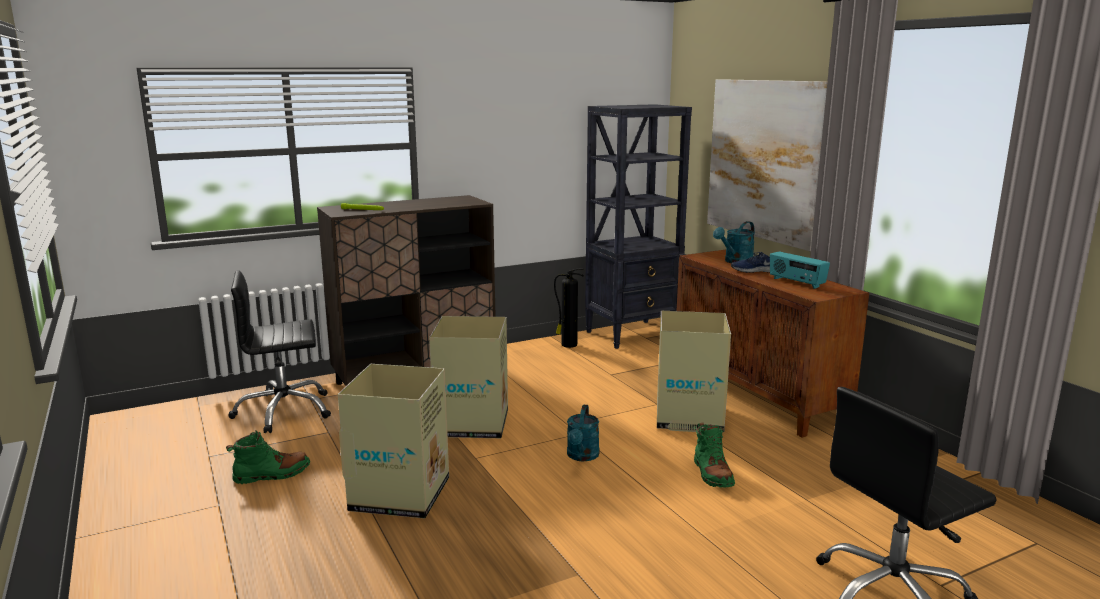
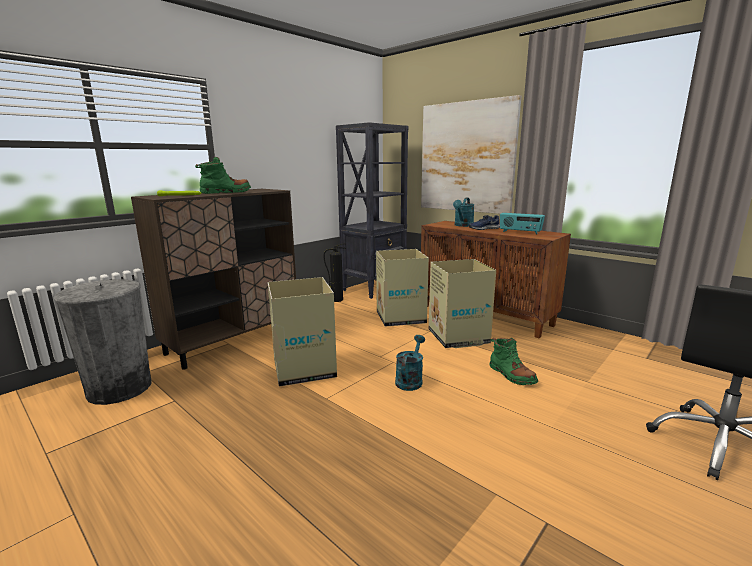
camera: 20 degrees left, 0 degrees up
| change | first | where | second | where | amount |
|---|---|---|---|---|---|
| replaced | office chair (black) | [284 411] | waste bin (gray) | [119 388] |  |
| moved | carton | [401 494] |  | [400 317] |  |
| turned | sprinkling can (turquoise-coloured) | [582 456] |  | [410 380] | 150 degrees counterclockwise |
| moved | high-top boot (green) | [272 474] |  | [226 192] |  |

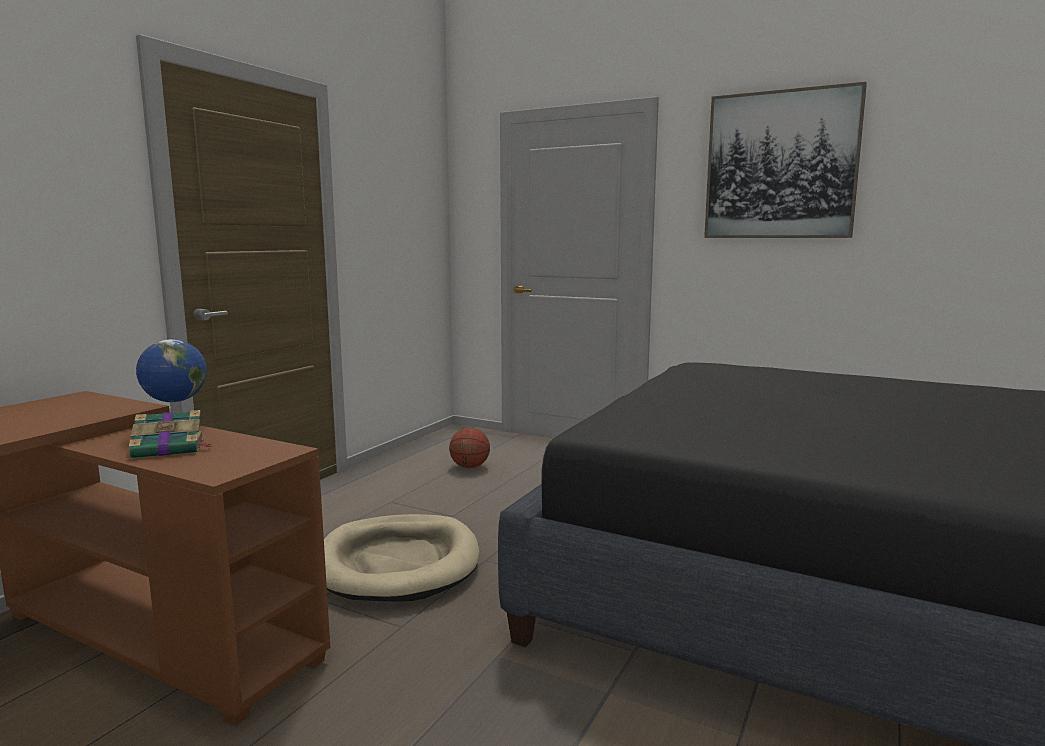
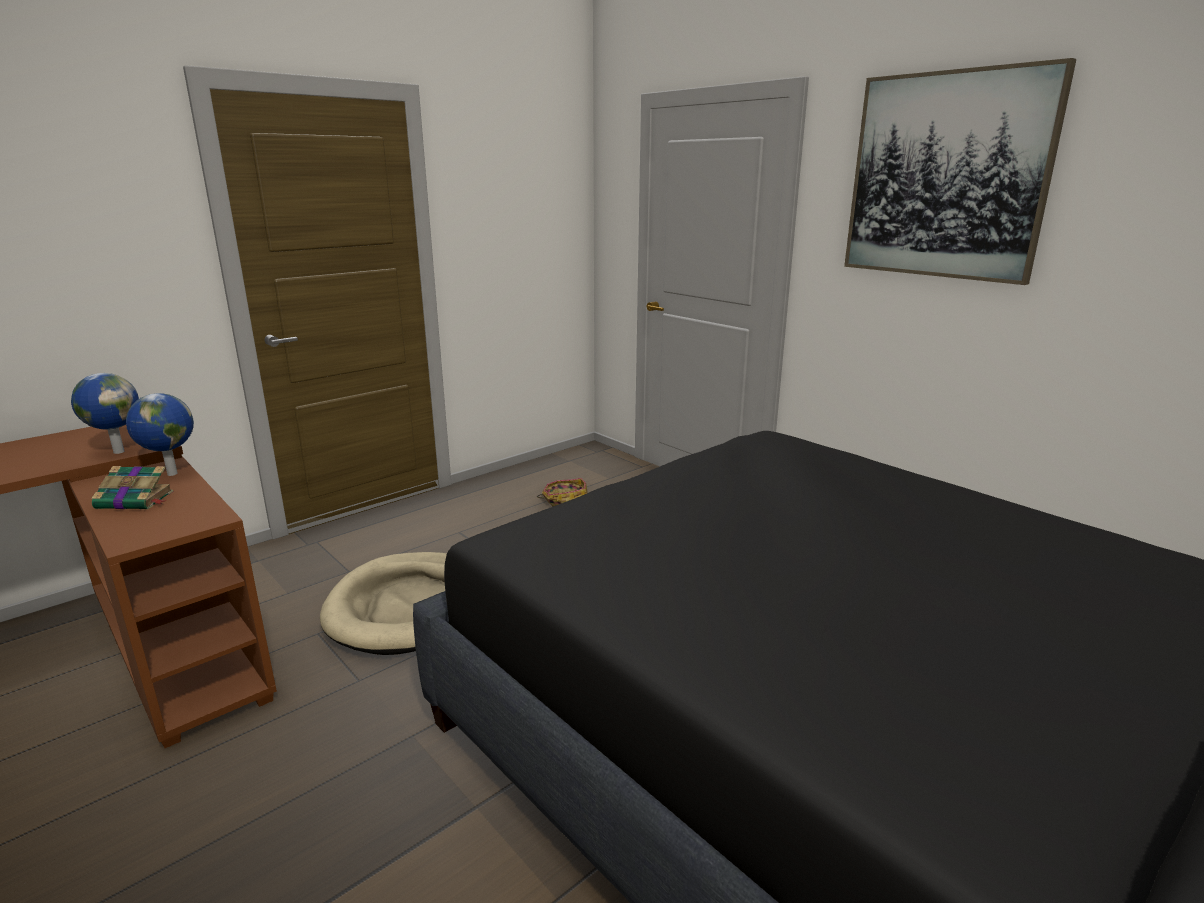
camera: 20 degrees right, 10 degrees up
| change | first | where | second | where | amount |
|---|---|---|---|---|---|
| replaced | ball for basketball | [469 467] | storage basket | [565 500] |  |
| added |  |  | globe | [118 451] |  |

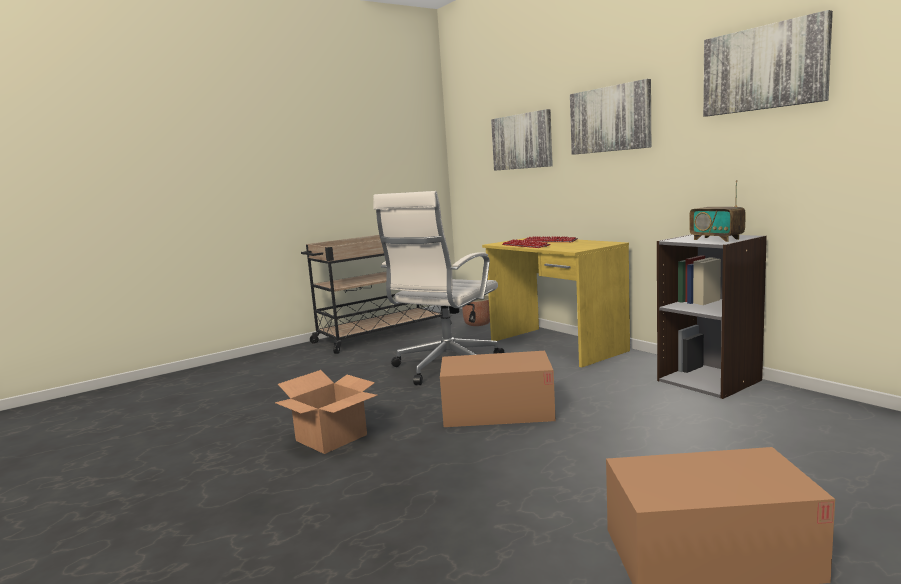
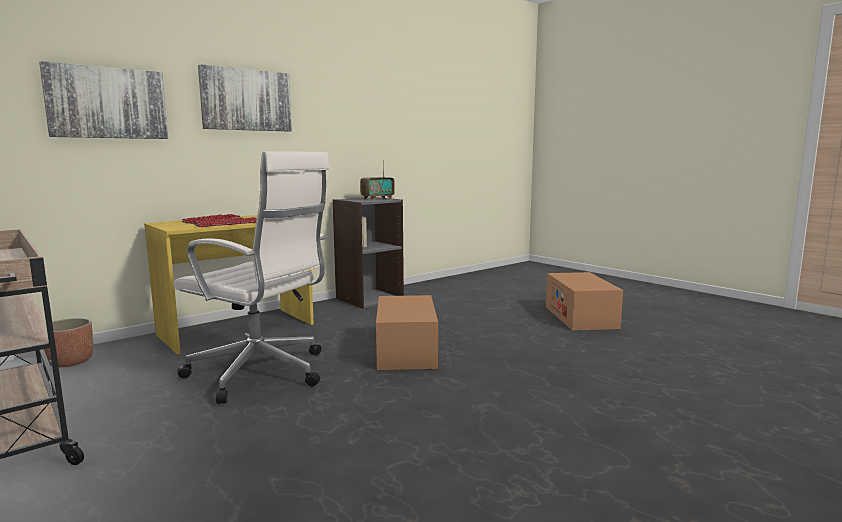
camera: 95 degrees left, 0 degrees up
| change | first | where | second | where | amount |
|---|---|---|---|---|---|
| removed | picture | [764 68] |  |  |  |
| removed | carton | [332 437] |  |  |  |

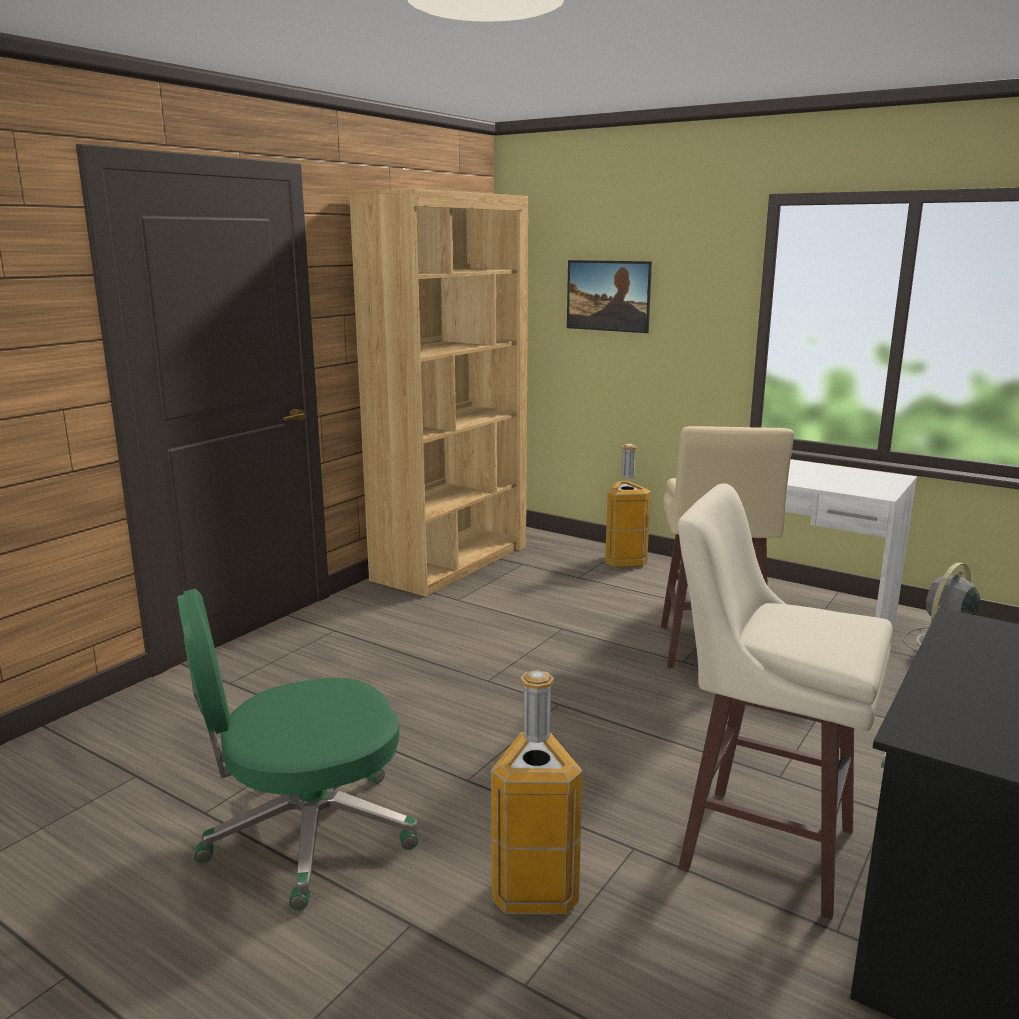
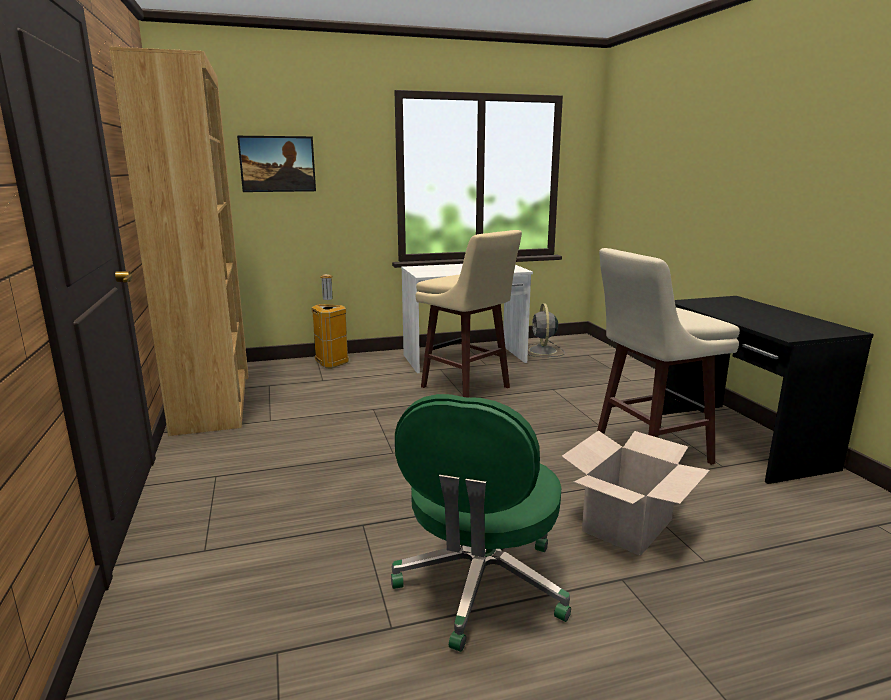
camera: 50 degrees left, 0 degrees up
| change | first | where | second | where | amount |
|---|---|---|---|---|---|
| replaced | waste bin | [535 889] | carton | [626 525] |  |

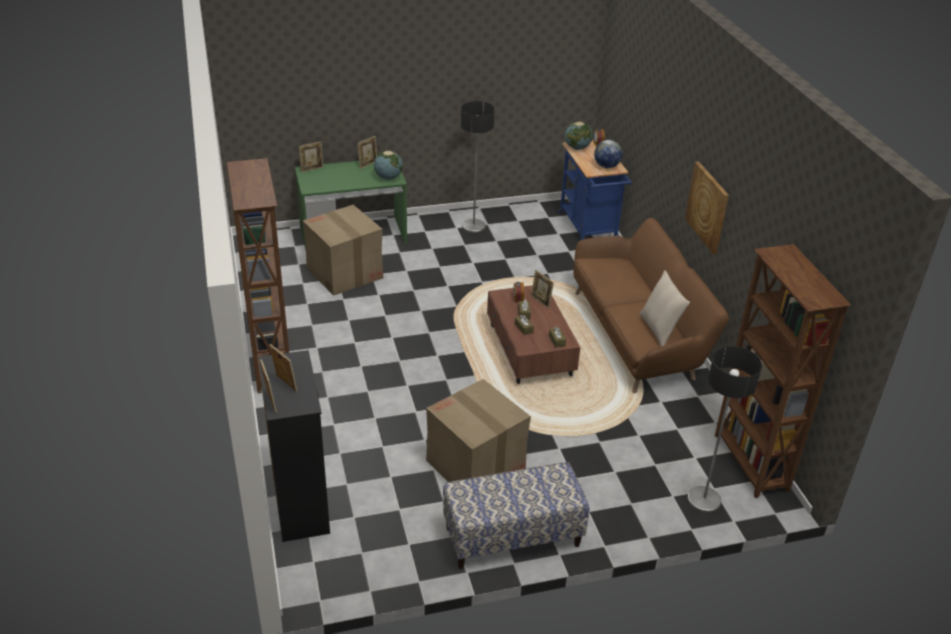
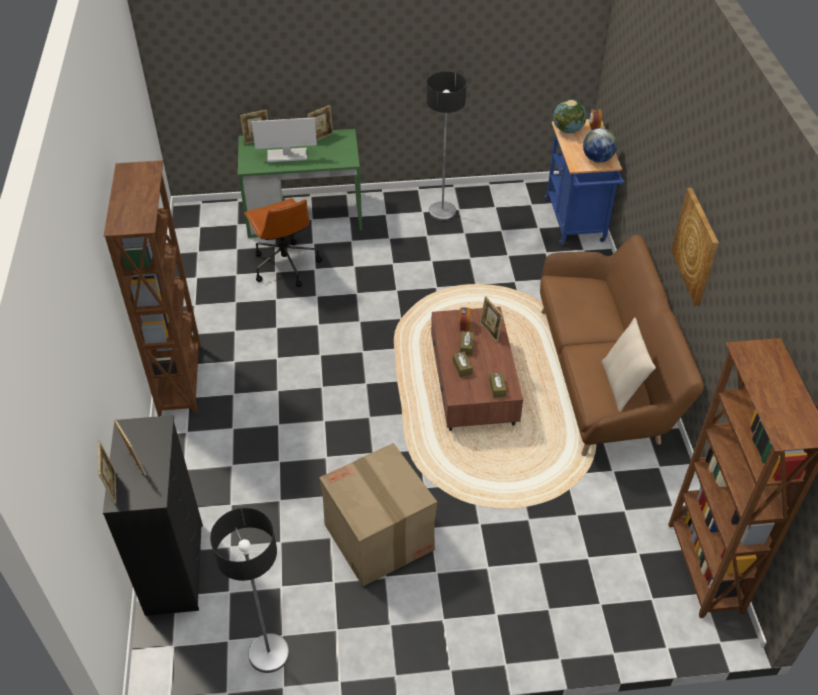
camera: 10 degrees right, 10 degrees up
| change | first | where | second | where | amount |
|---|---|---|---|---|---|
| removed | globe | [388 177] |  |  |  |
| replaced | carton | [345 273] | office chair (brown-coloured) | [285 265] |  |
| moved | floor lamp | [703 499] |  | [269 653] |  |
| removed | long seat | [512 537] |  |  |  |
| added |  |  | computer display | [286 155] |  |

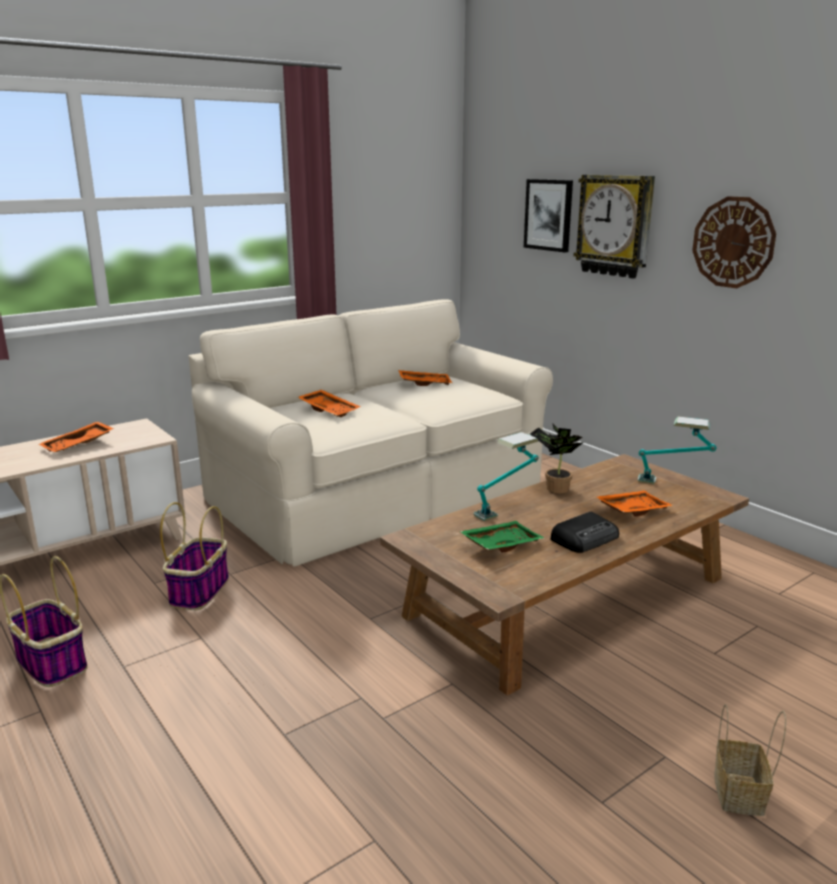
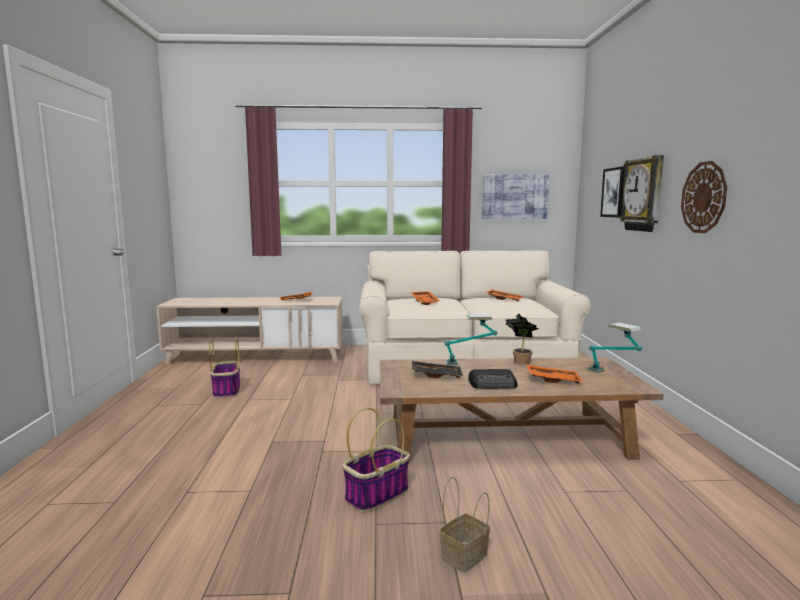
camera: 35 degrees right, 10 degrees down
| change | first | where | second | where | amount |
|---|---|---|---|---|---|
| moved | storage basket | [200 590] |  | [377 494] |  |
| recoloured | serving tray (green) | [500 544] | serving tray (black) | [436 375] |  |
| added |  |  | picture | [515 196] |  |

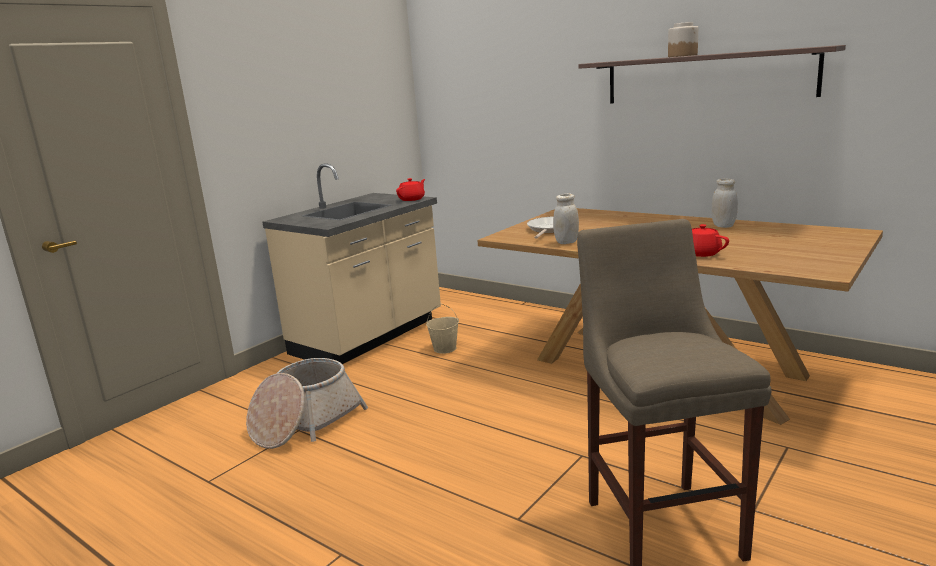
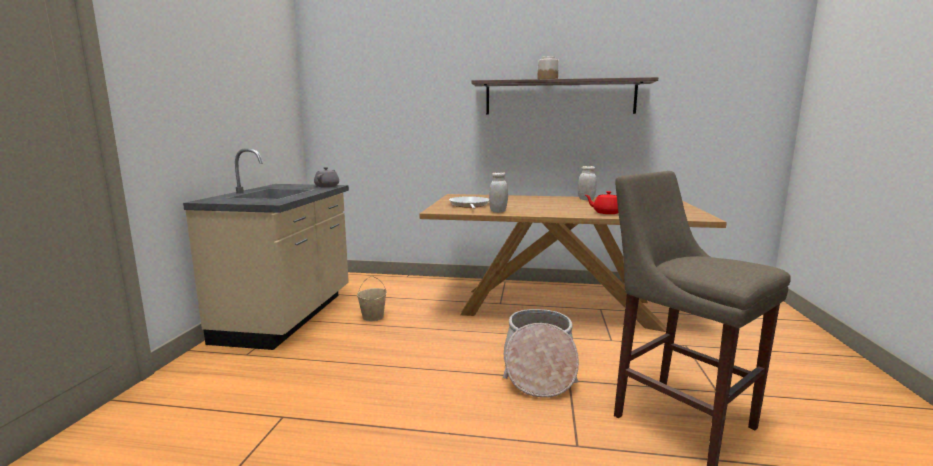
camera: 30 degrees left, 5 degrees down
| change | first | where | second | where | amount |
|---|---|---|---|---|---|
| recoloured | pot for tea (red-coloured) | [412 199] | pot for tea (gray) | [327 186] |  |
| moved | storage basket | [305 422] |  | [538 370] |  |

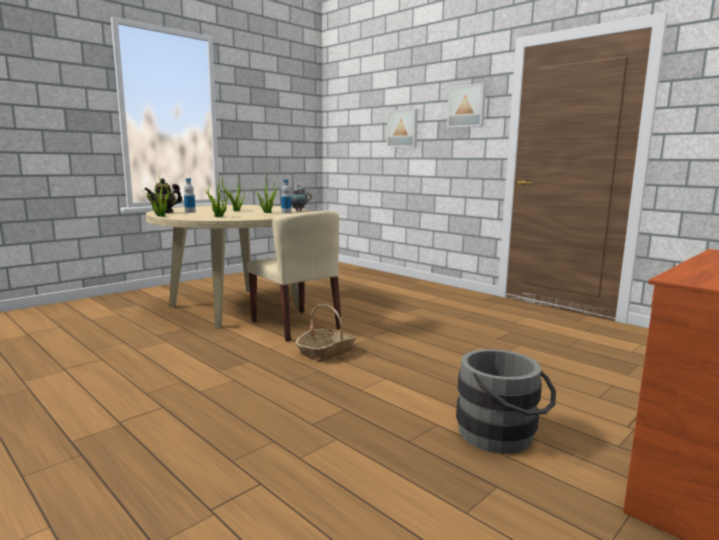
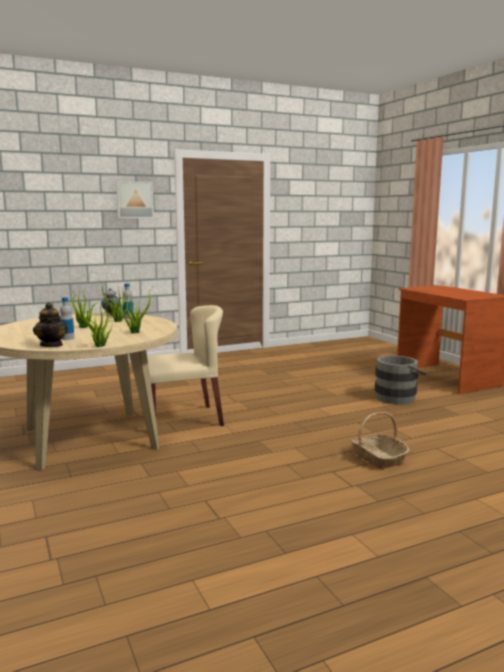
camera: 70 degrees left, 0 degrees up
| change | first | where | second | where | amount |
|---|---|---|---|---|---|
| removed | picture | [403 128] |  |  |  |
| moved | storage basket | [326 352] |  | [378 458] |  |

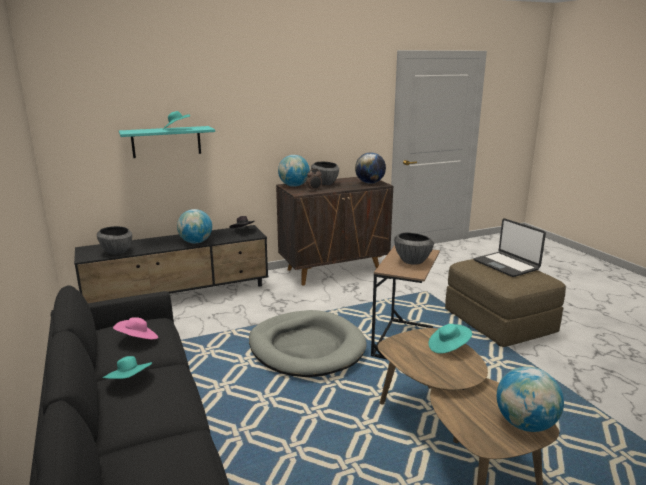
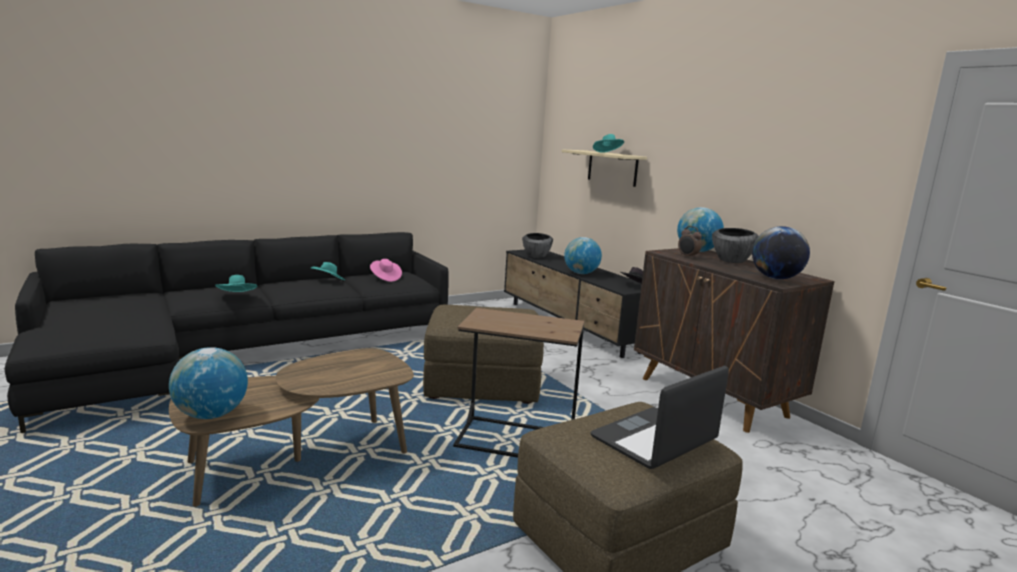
camera: 80 degrees right, 5 degrees down
| change | first | where | second | where | amount |
|---|---|---|---|---|---|
| recoloured | shelf (turquoise-coloured) | [166 142] | shelf (beige-coloured) | [612 168] |  |
| removed | serving bowl | [412 261] |  |  |  |
| replaced | dog bed (gray) | [306 347] | pouffe (brown-coloured) | [482 384] |  |
| moved | hat (turquoise-coloured) | [448 347] |  | [237 296] |  |

